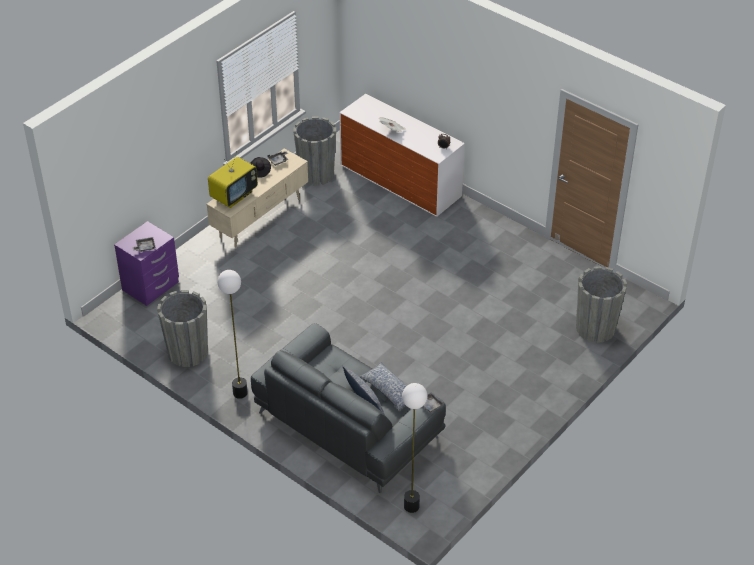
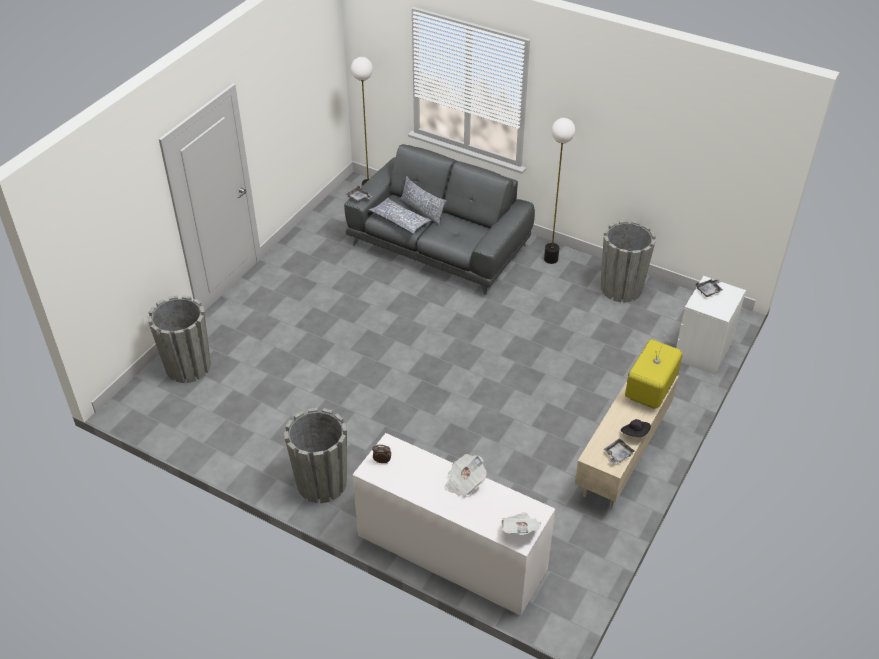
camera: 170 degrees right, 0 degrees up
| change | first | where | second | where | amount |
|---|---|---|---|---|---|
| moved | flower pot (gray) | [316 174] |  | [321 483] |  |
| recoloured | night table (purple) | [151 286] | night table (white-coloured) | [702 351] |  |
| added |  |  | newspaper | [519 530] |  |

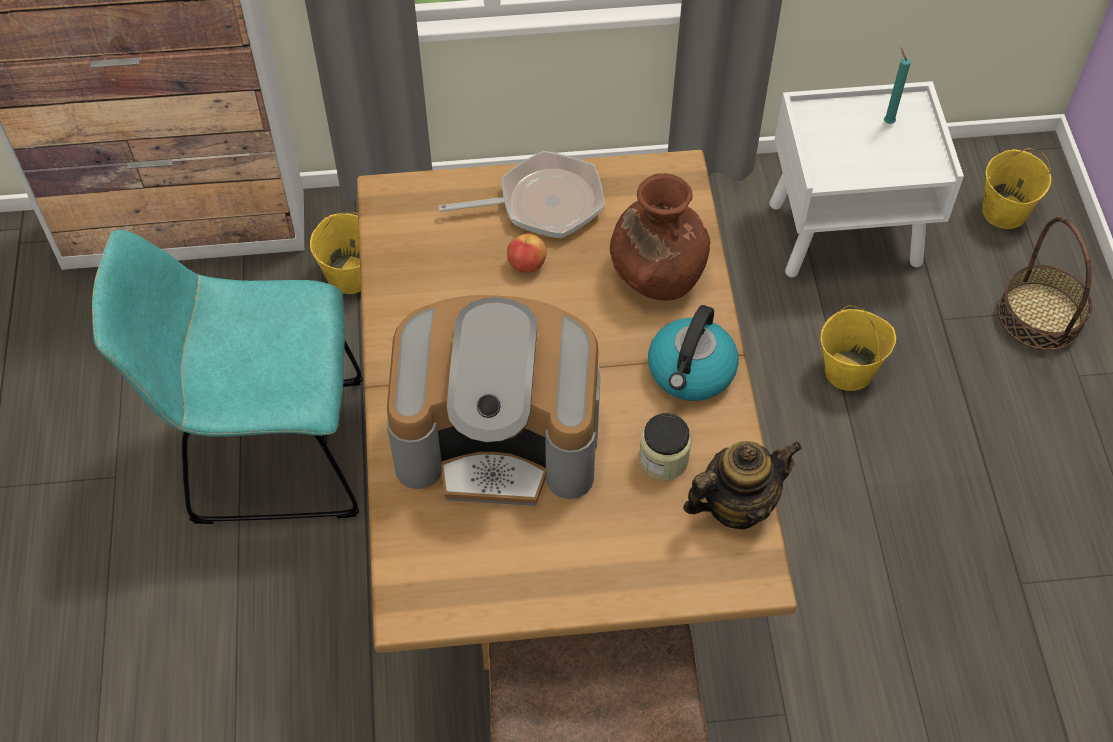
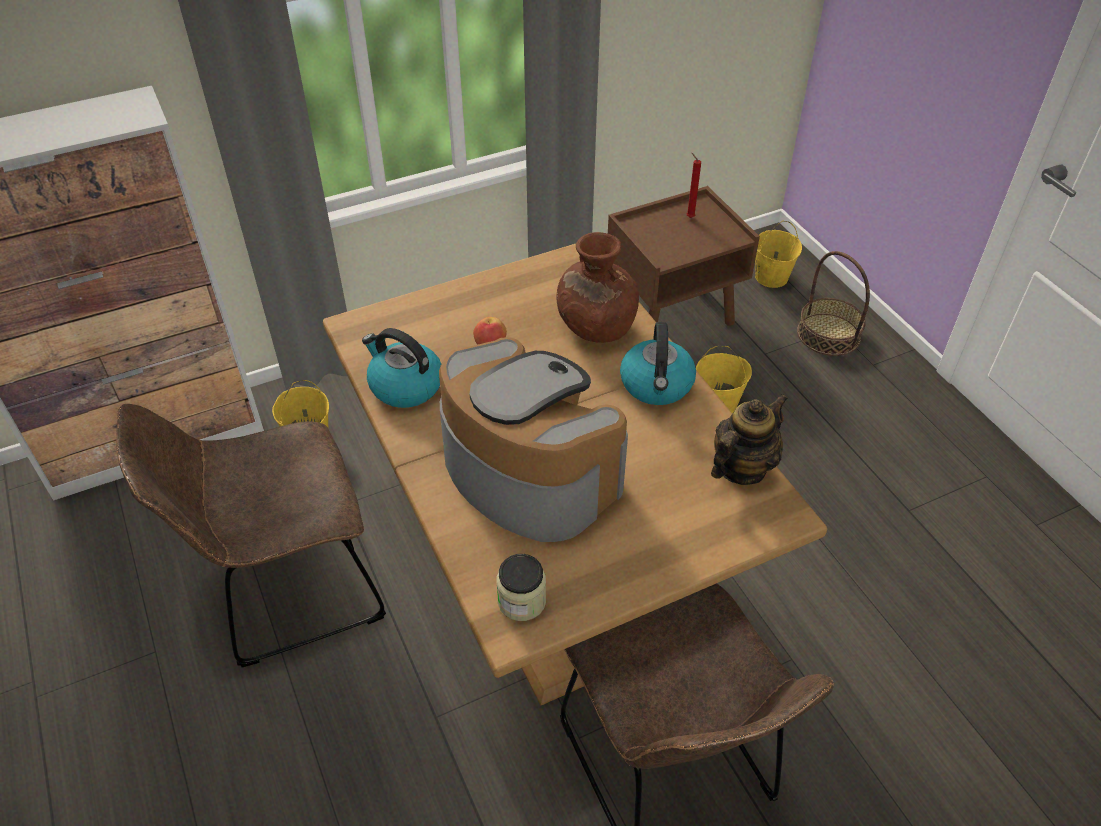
camera: 20 degrees left, 10 degrees down
| change | first | where | second | where | amount |
|---|---|---|---|---|---|
| recoloured | wax light (turquoise-coloured) | [887 121] | wax light (red-coloured) | [689 217] |  |
| recoloured | night table (white-coloured) | [846 233] | night table (brown-coloured) | [672 316] |  |
| removed | skillet | [542 203] |  |  |  |
| recoloured | upright chair (turquoise-coloured) | [267 451] | upright chair (brown-coloured) | [287 590] |  |
| turned | coffee maker | [500 436] |  | [527 472] | 120 degrees counterclockwise |
| moved | preserve jar | [663 459] |  | [522 601] |  |
| added |  |  | water kettle | [405 386] |  |

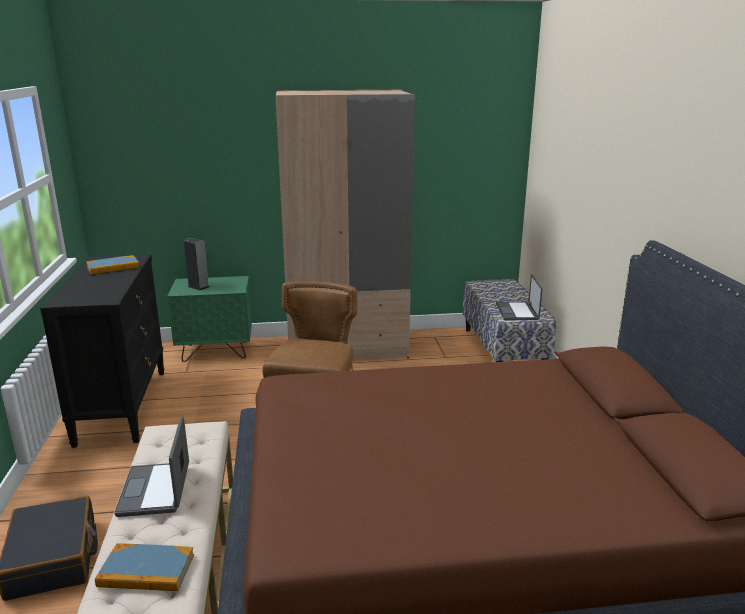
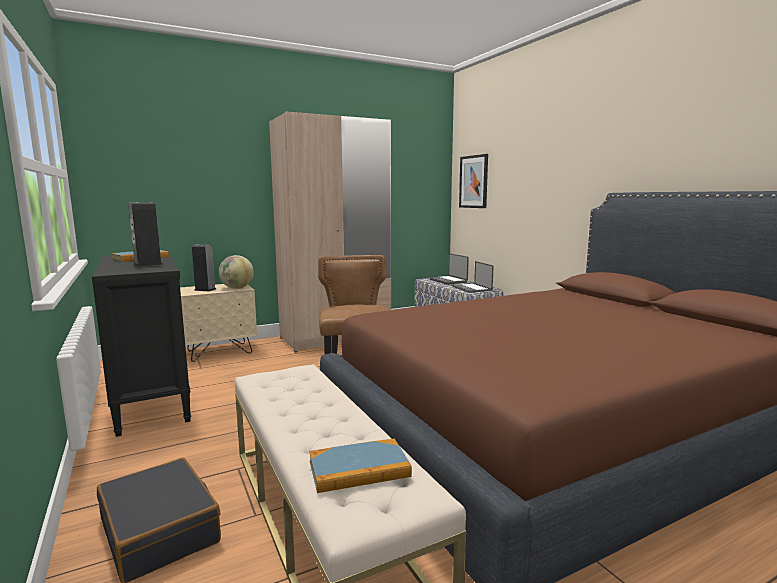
camera: 20 degrees left, 10 degrees down
| change | first | where | second | where | amount |
|---|---|---|---|---|---|
| recoloured | night table (green) | [216 351] | night table (beige-coloured) | [220 352] |  |
| moved | notebook computer | [156 490] |  | [449 281] |  |
| added |  |  | picture | [473 181] |  |
| added |  |  | audio speaker | [148 264] |  |
| added |  |  | globe | [237 288] |  |

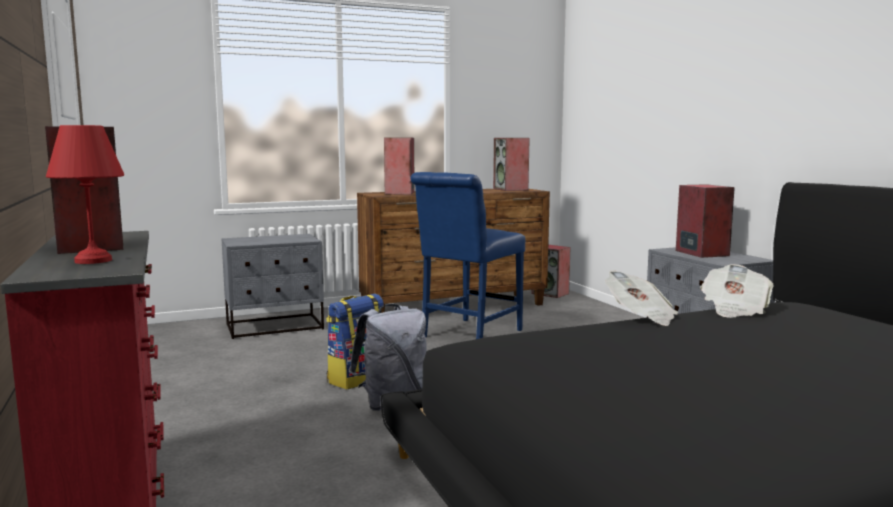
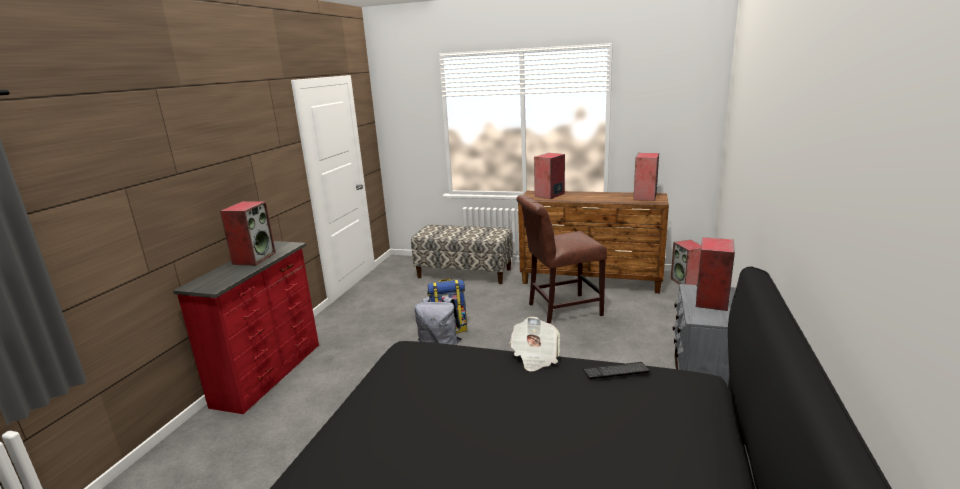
camera: 40 degrees right, 10 degrees up
| change | first | where | second | where | amount |
|---|---|---|---|---|---|
| removed | table lamp (red-coloured) | [92 260] |  |  |  |
| recoloured | upright chair (blue) | [467 335] | upright chair (brown-coloured) | [560 310] |  |
| replaced | night table (gray) | [275 327] | long seat | [464 273] |  |
| replaced | newspaper | [734 310] | keyboard | [615 371] |  |

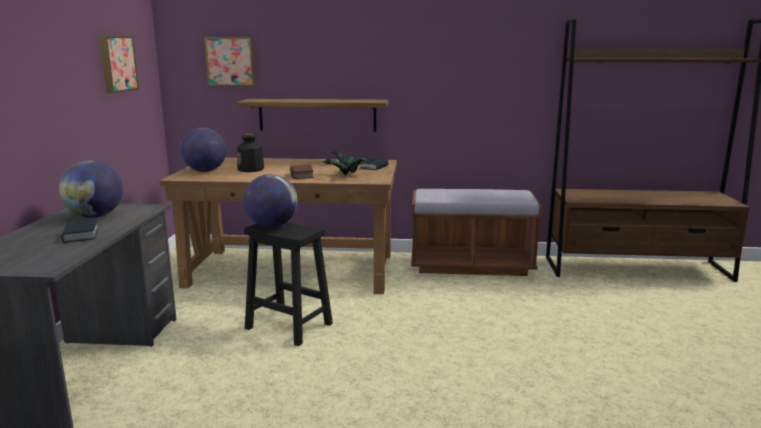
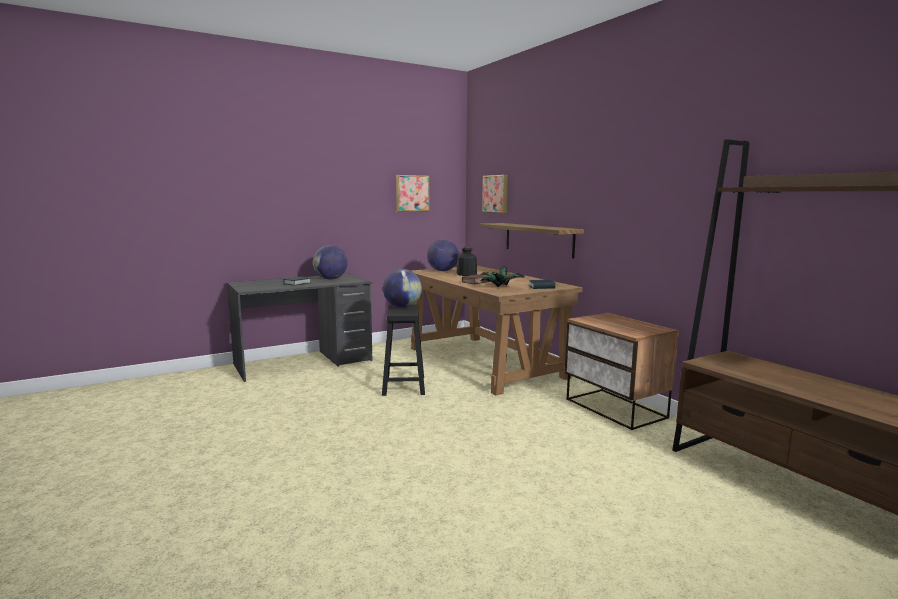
camera: 55 degrees right, 5 degrees down
| change | first | where | second | where | amount |
|---|---|---|---|---|---|
| replaced | long seat (brown-coloured) | [471 265] | night table | [615 409] |  |

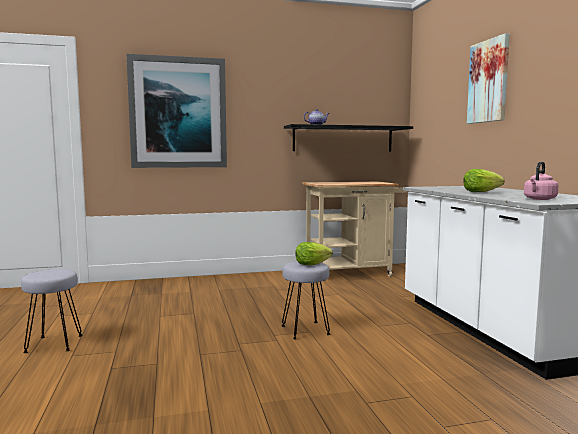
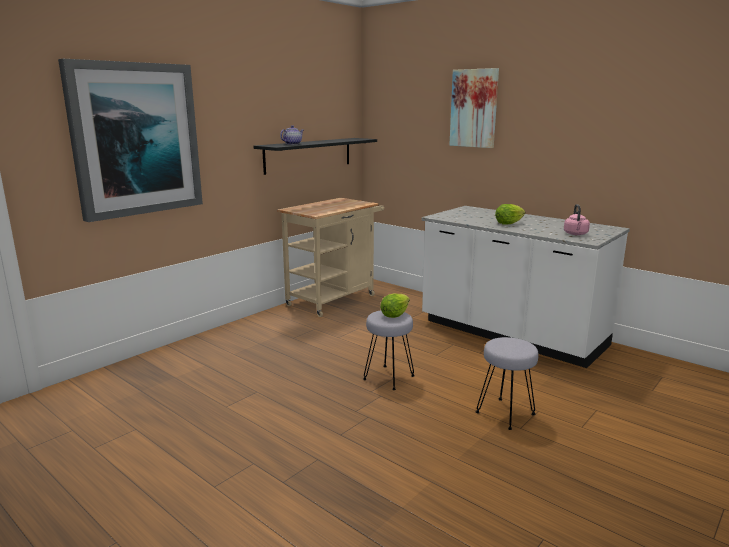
camera: 35 degrees left, 10 degrees up
| change | first | where | second | where | amount |
|---|---|---|---|---|---|
| moved | sitting stool (gray) | [54 344] |  | [505 414] |  |

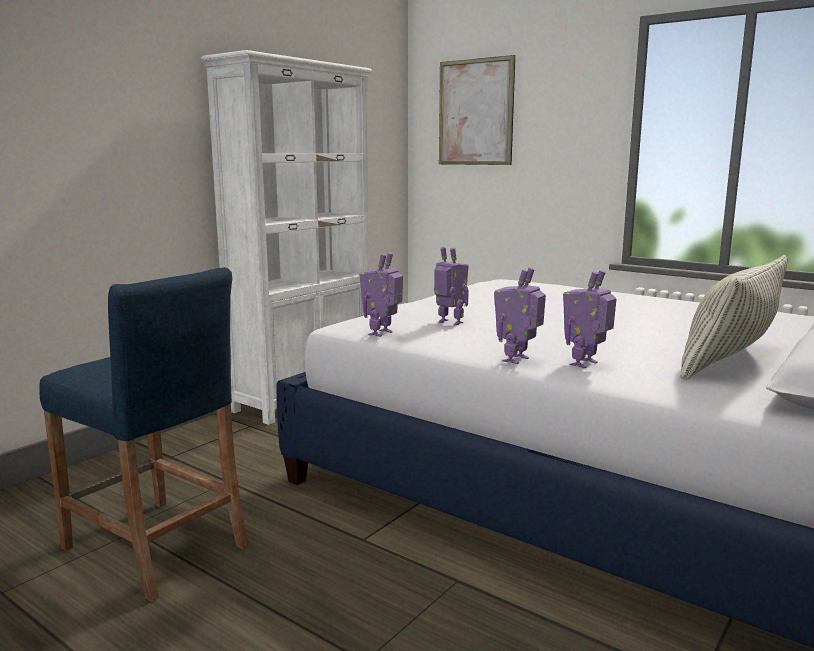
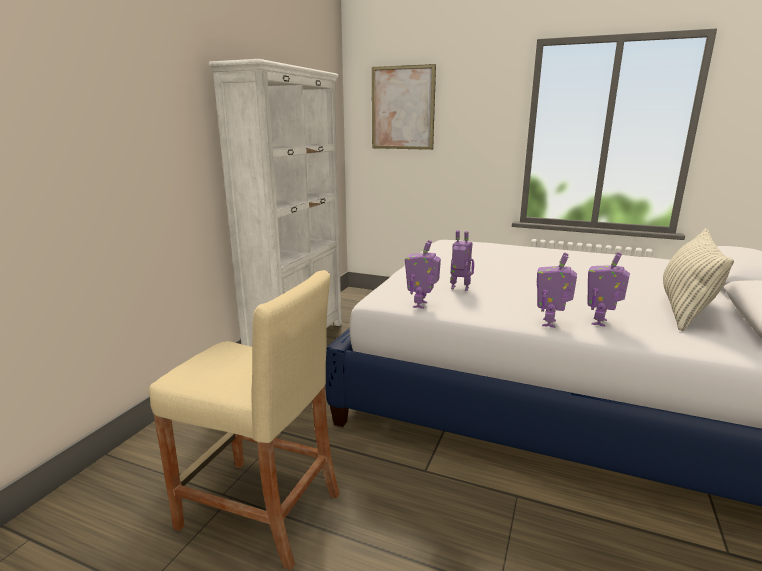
camera: 15 degrees left, 5 degrees up
| change | first | where | second | where | amount |
|---|---|---|---|---|---|
| recoloured | sitting stool (blue) | [155 547] | sitting stool (beige-coloured) | [260 510] |  |

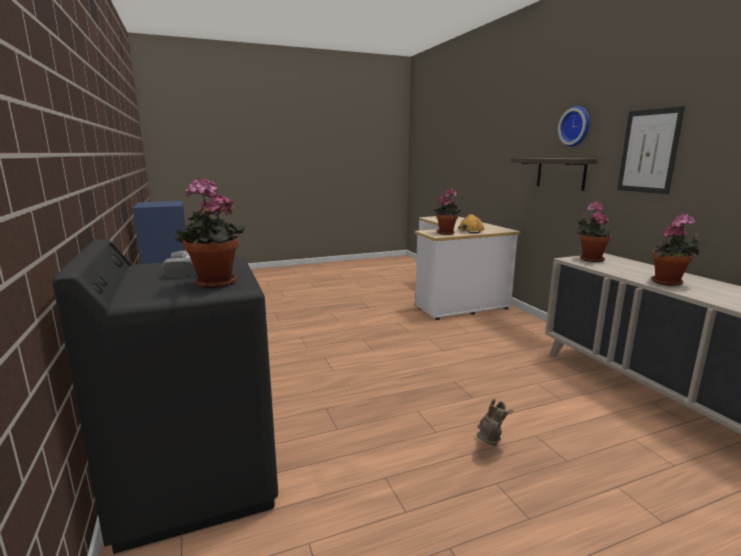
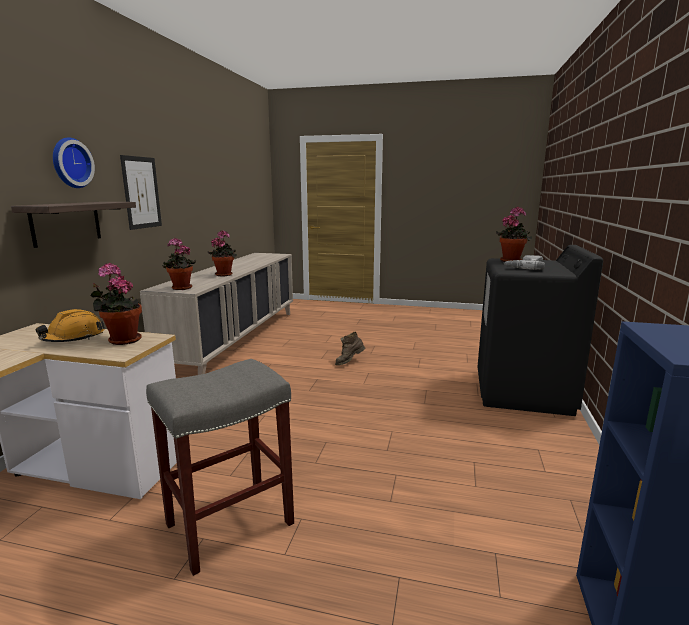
camera: 145 degrees left, 0 degrees up
| change | first | where | second | where | amount |
|---|---|---|---|---|---|
| added |  |  | sitting stool (gray) | [229 525] |  |

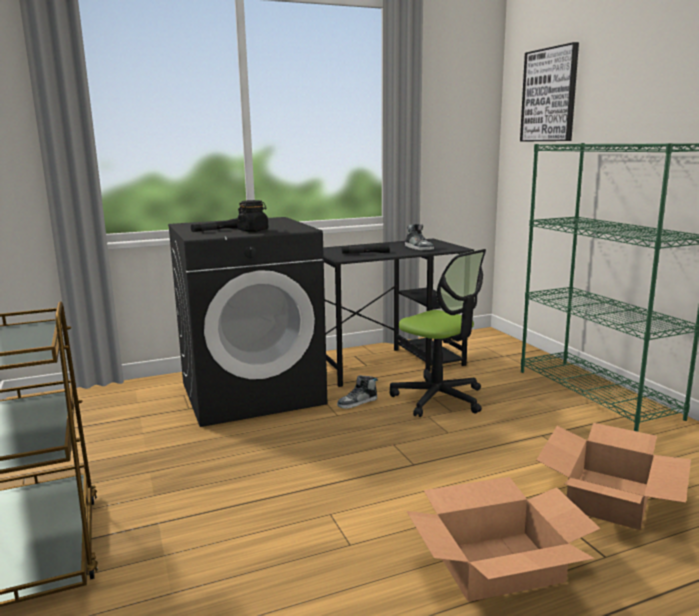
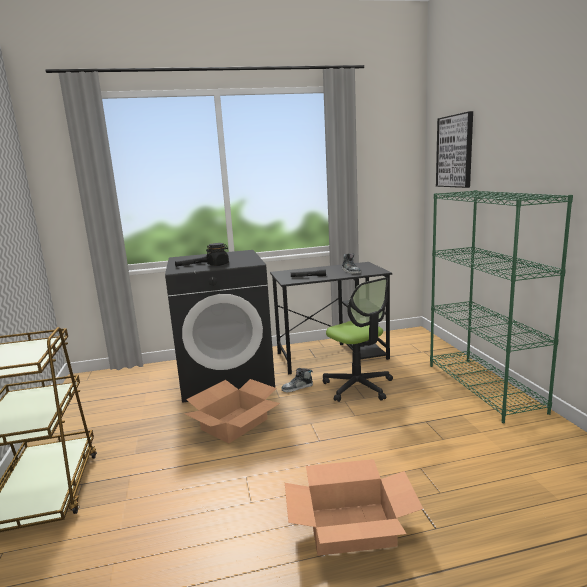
camera: 10 degrees right, 0 degrees up
| change | first | where | second | where | amount |
|---|---|---|---|---|---|
| moved | carton | [609 497] |  | [234 424] |  |

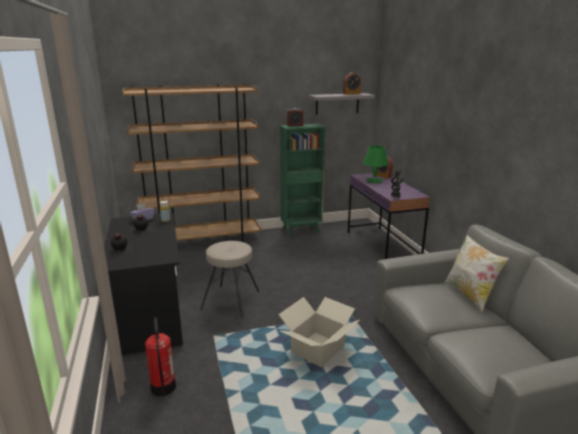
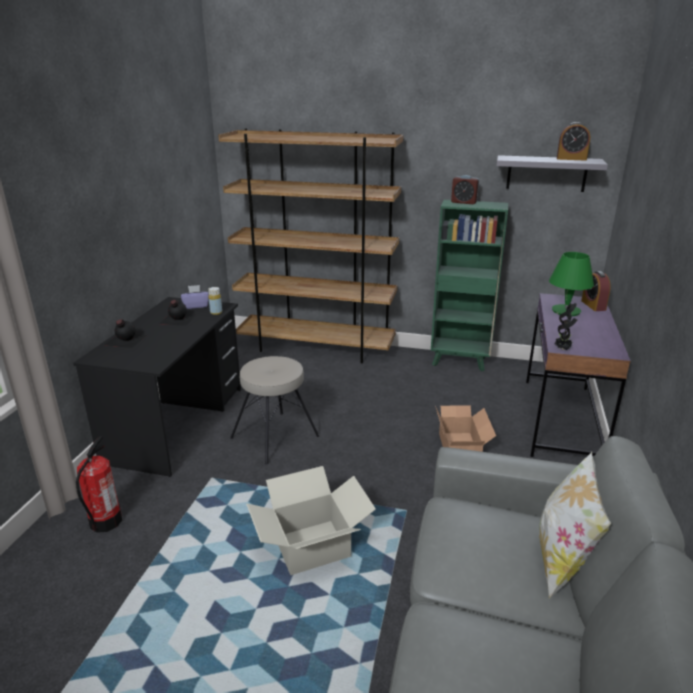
camera: 30 degrees right, 5 degrees up
| change | first | where | second | where | amount |
|---|---|---|---|---|---|
| added |  |  | carton | [461 446] |  |

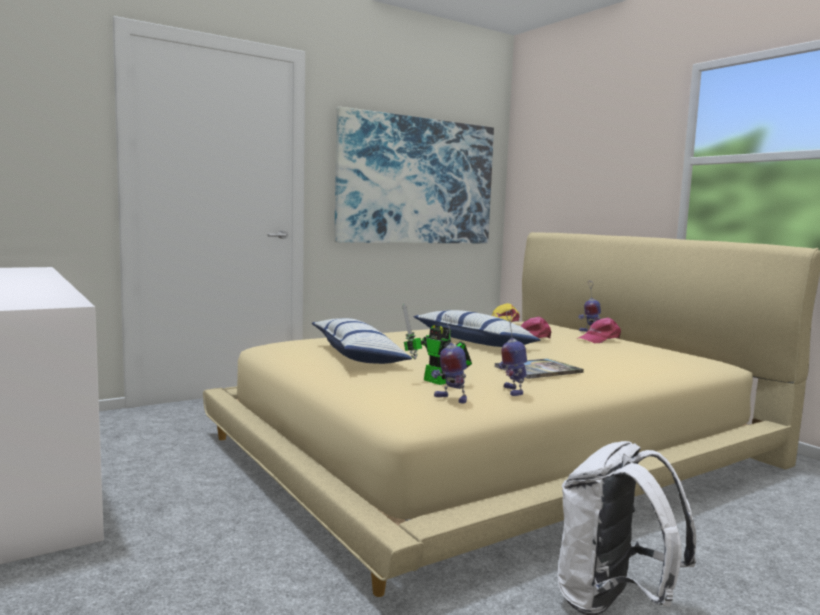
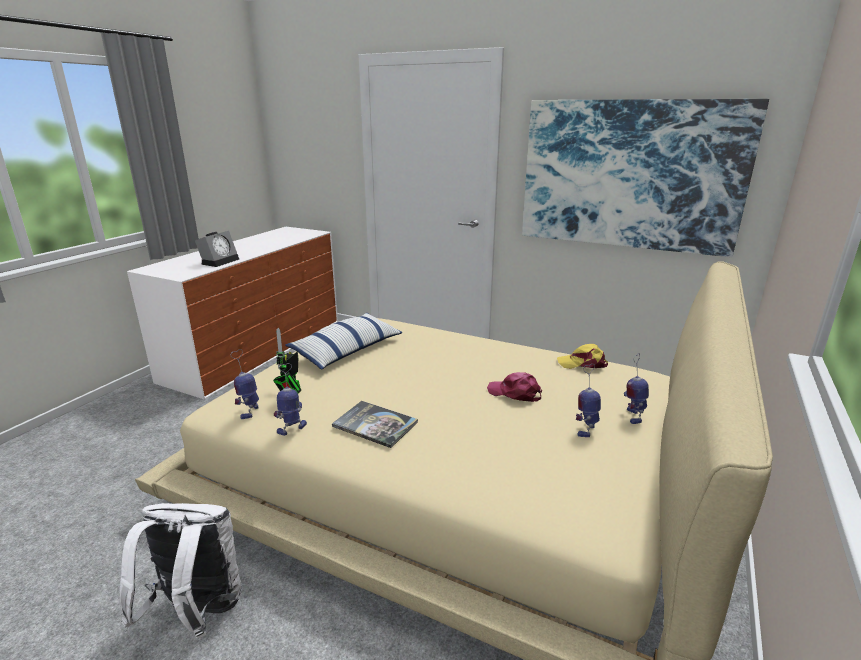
camera: 60 degrees right, 15 degrees up
| change | first | where | second | where | amount |
|---|---|---|---|---|---|
| removed | cushion | [474 342] |  |  |  |
| replaced | peaked cap (pink) | [599 339] | robot figure | [586 429] |  |
| added |  |  | bedside clock | [220 261] |  |

